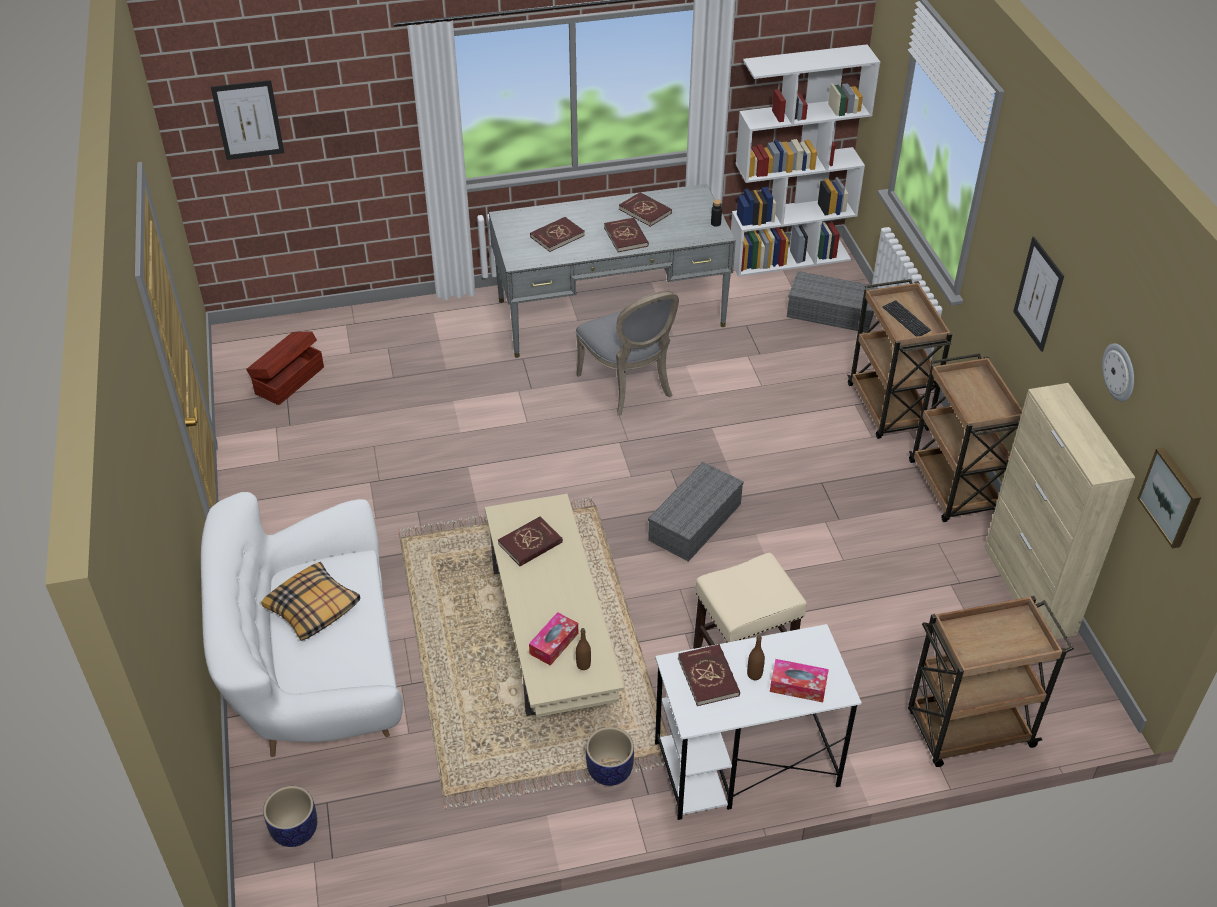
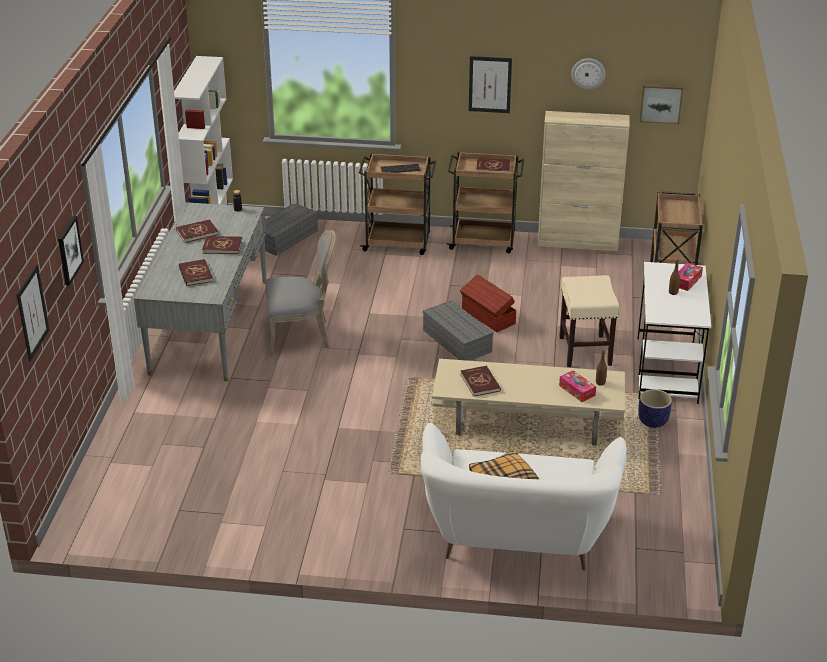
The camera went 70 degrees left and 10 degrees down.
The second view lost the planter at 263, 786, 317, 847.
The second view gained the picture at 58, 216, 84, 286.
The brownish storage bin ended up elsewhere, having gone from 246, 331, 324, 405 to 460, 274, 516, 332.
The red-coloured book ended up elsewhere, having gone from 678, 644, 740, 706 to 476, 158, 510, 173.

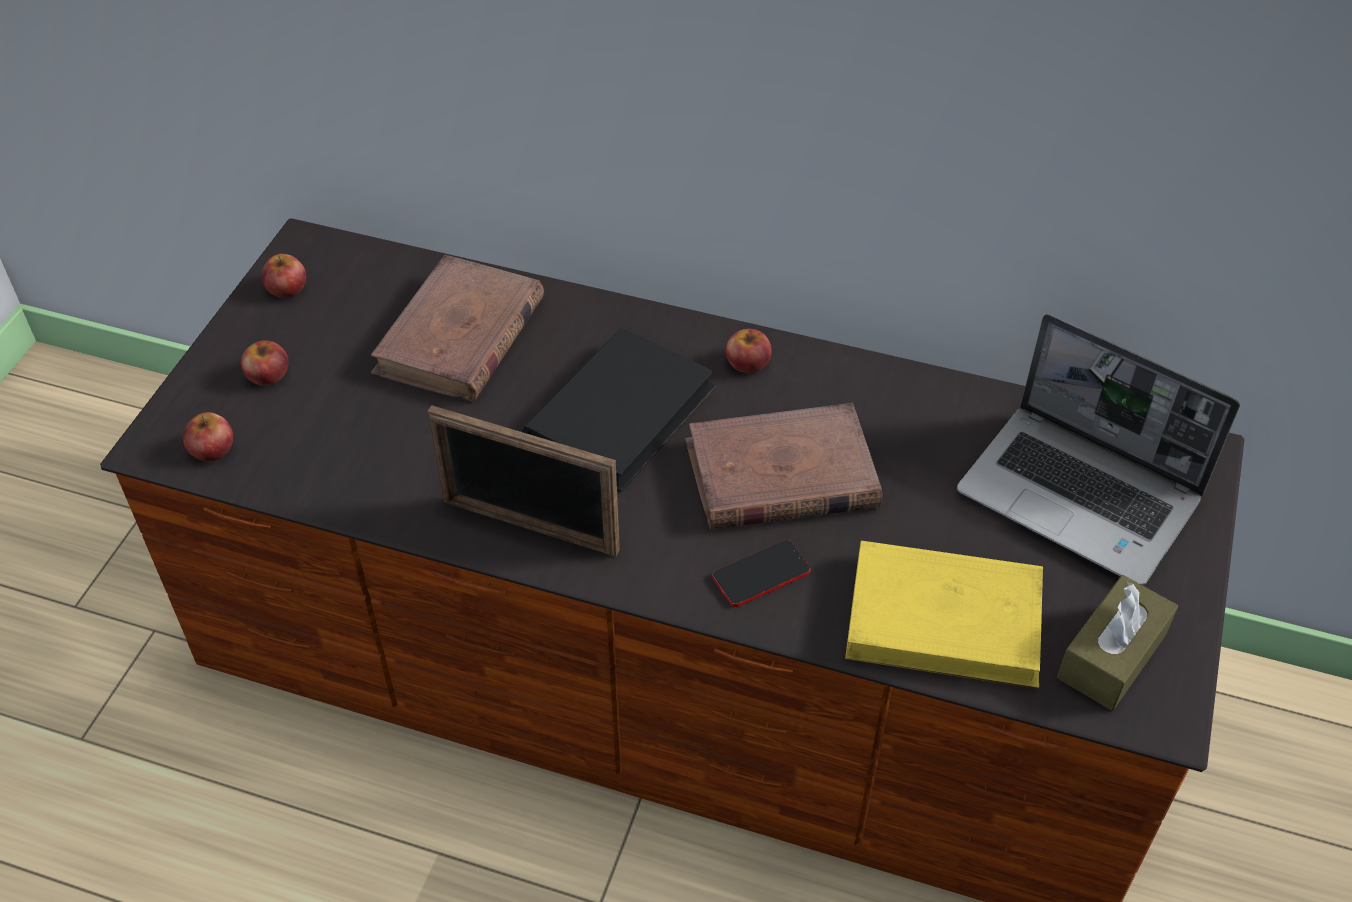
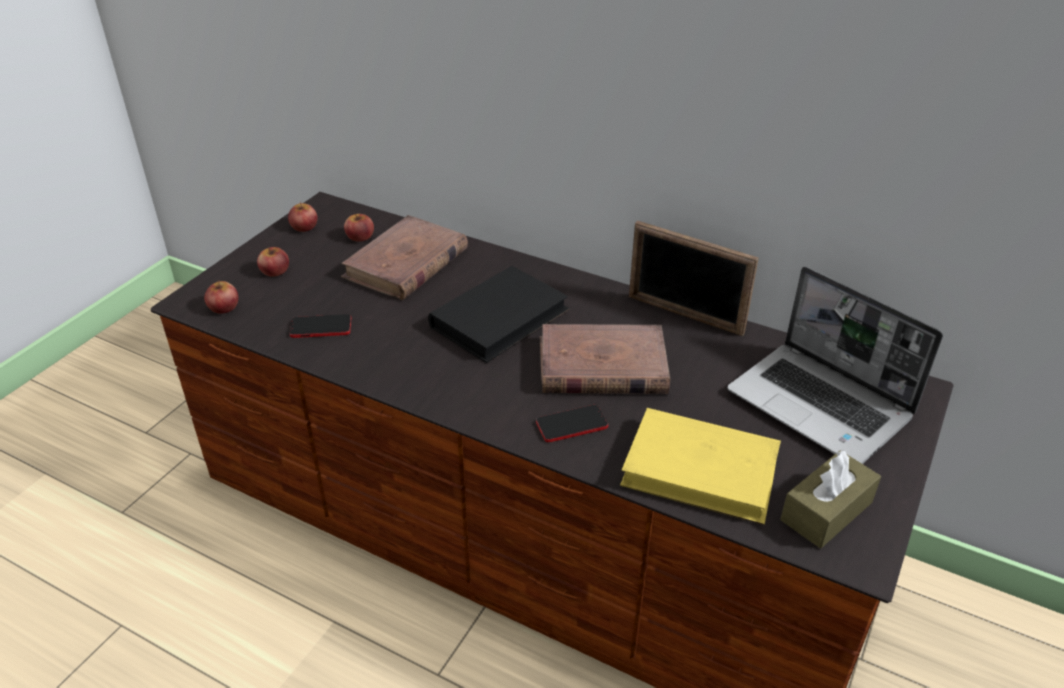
The camera went 10 degrees right and 10 degrees down.
The second view gained the telephone at 290, 314, 352, 338.
The picture frame ended up elsewhere, having gone from 428, 405, 620, 556 to 629, 221, 759, 336.
The apple ended up elsewhere, having gone from 726, 329, 772, 373 to 344, 214, 374, 242.

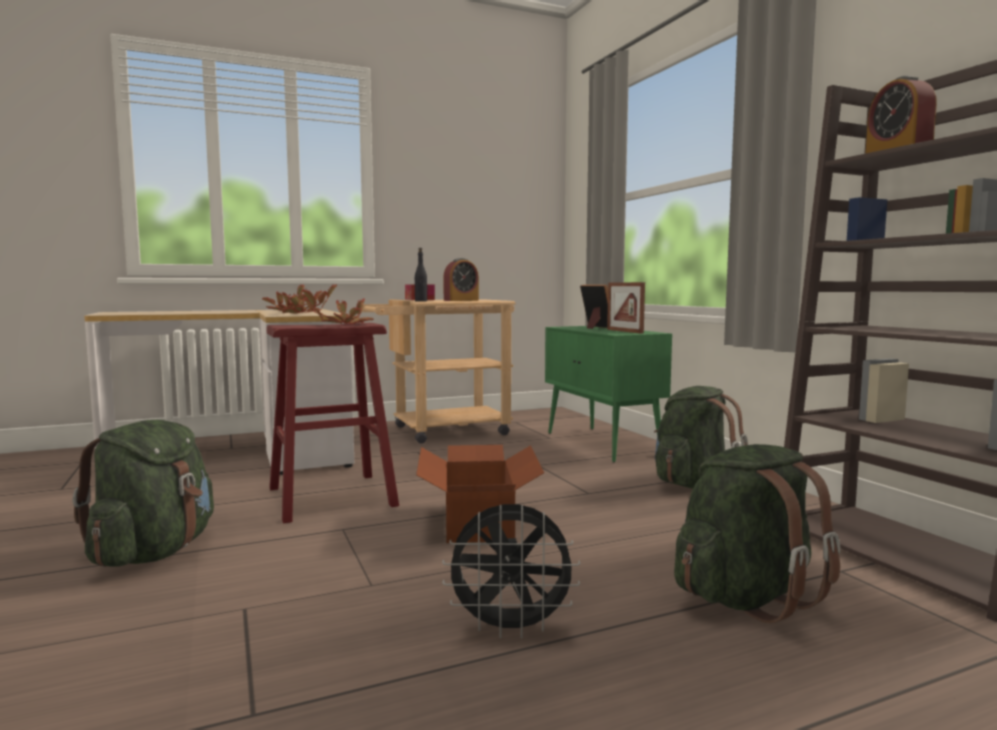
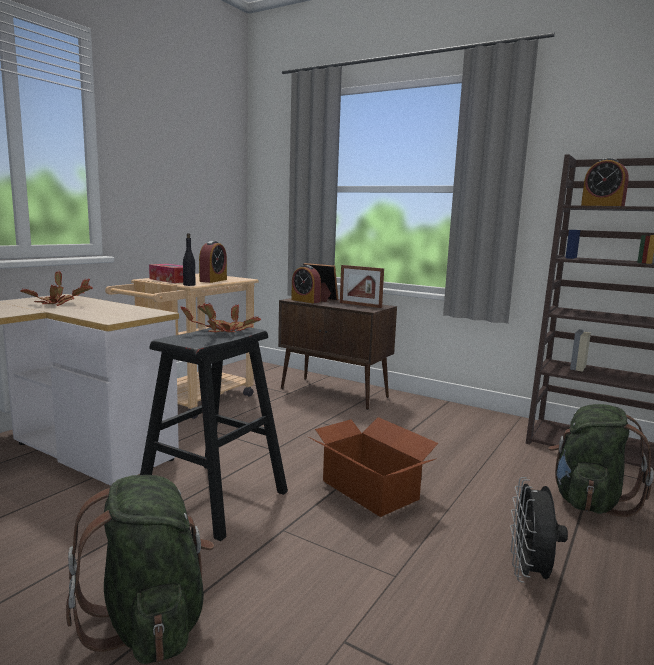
The camera went 35 degrees left and 5 degrees up.
The second view lost the plant in a pot at 278, 284, 337, 314.
The second view lost the green-coloured backpack at 654, 386, 748, 489.
The second view gained the bedside clock at 291, 265, 321, 303.
What was the red-coloured sitting stool at 267, 323, 399, 523 turned into the black sitting stool at 140, 326, 288, 541.
What was the green-coloured storage cabinet at 545, 326, 672, 463 turned into the brownish storage cabinet at 278, 298, 397, 410.
The black cooling fan at 442, 504, 580, 639 ended up facing another way, 135 degrees clockwise from before.

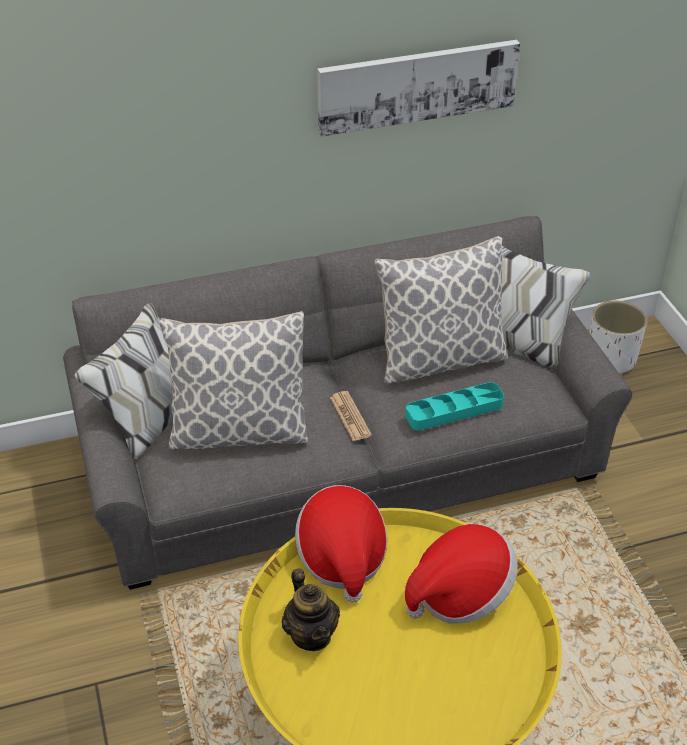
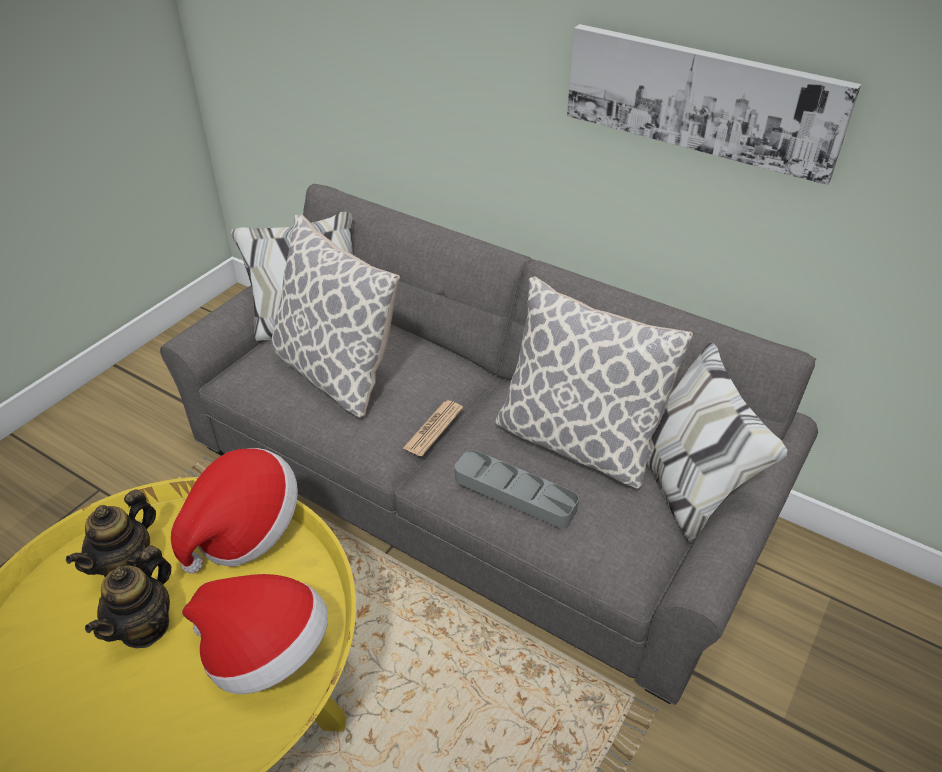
The camera went 50 degrees right and 0 degrees up.
The second view lost the white-coloured planter at 589, 301, 647, 374.
The second view gained the teapot at 85, 545, 171, 648.
What was the turquoise-coloured serving tray at 406, 382, 504, 430 turned into the grey serving tray at 455, 450, 579, 528.

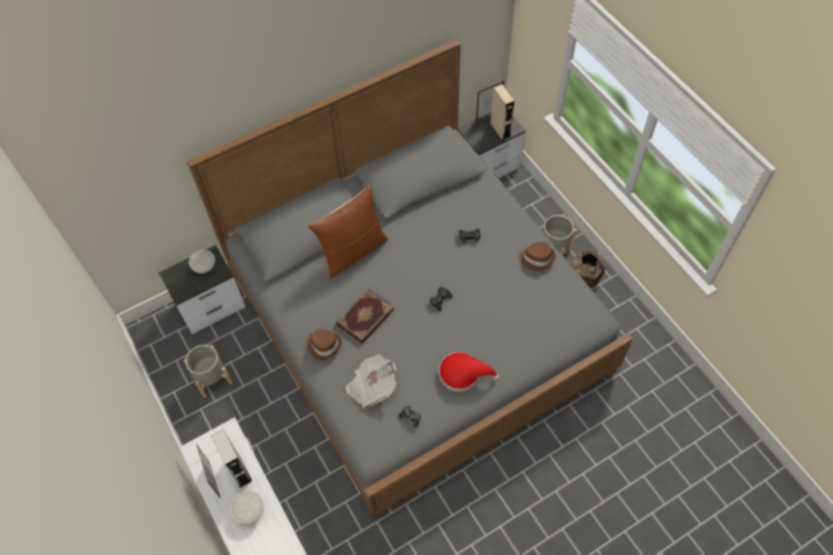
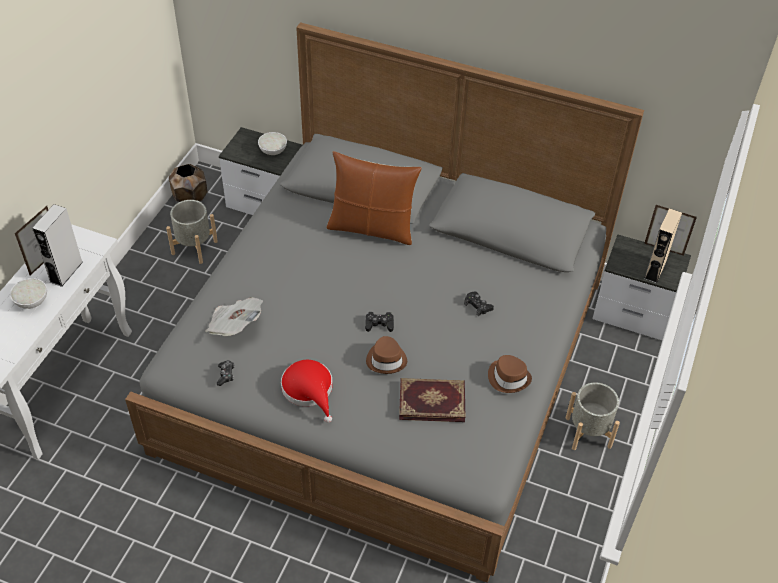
The camera went 50 degrees right and 10 degrees down.
The brownish wearable hat ended up elsewhere, having gone from 307, 330, 342, 360 to 366, 336, 407, 374.
The book ended up elsewhere, having gone from 336, 289, 394, 344 to 399, 378, 466, 422.
The brownish planter ended up elsewhere, having gone from 571, 251, 605, 287 to 169, 164, 208, 202.

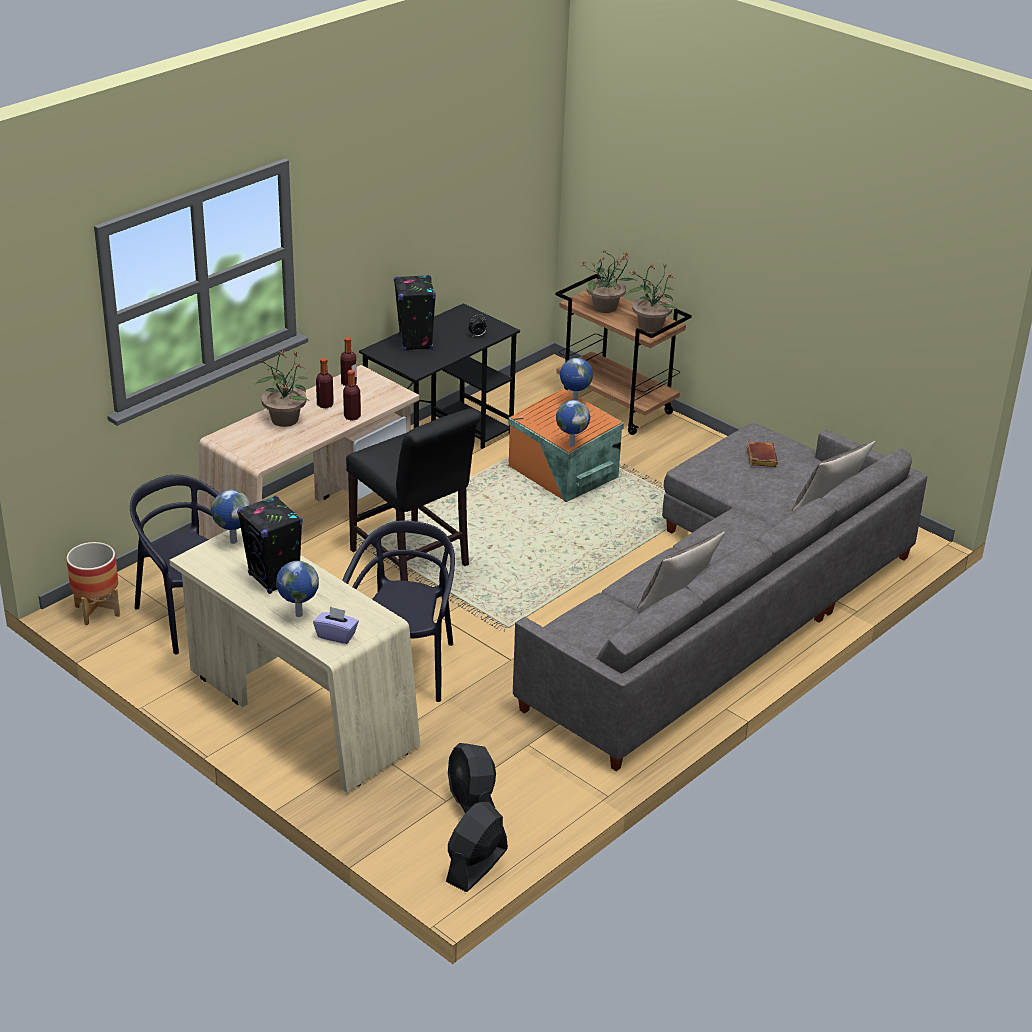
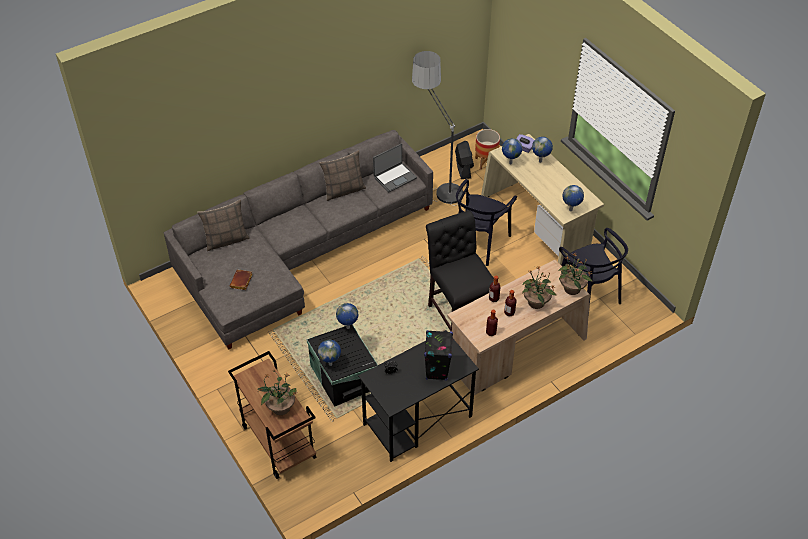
The camera went 165 degrees left and 15 degrees up.
The second view lost the black loudspeaker at 237, 495, 303, 594.
The second view lost the black cooling fan at 446, 802, 508, 892.
The second view gained the notebook computer at 373, 144, 417, 192.
The second view gained the floor lamp at 412, 51, 463, 206.
The second view gained the world globe at 502, 138, 523, 164.
The planter ended up elsewhere, having gone from 66, 542, 120, 625 to 475, 129, 500, 170.
The plant in a pot ended up elsewhere, having gone from 626, 262, 676, 332 to 559, 252, 592, 295.
What was the orange storage bin at 508, 388, 624, 502 turned into the black storage bin at 306, 324, 378, 407.

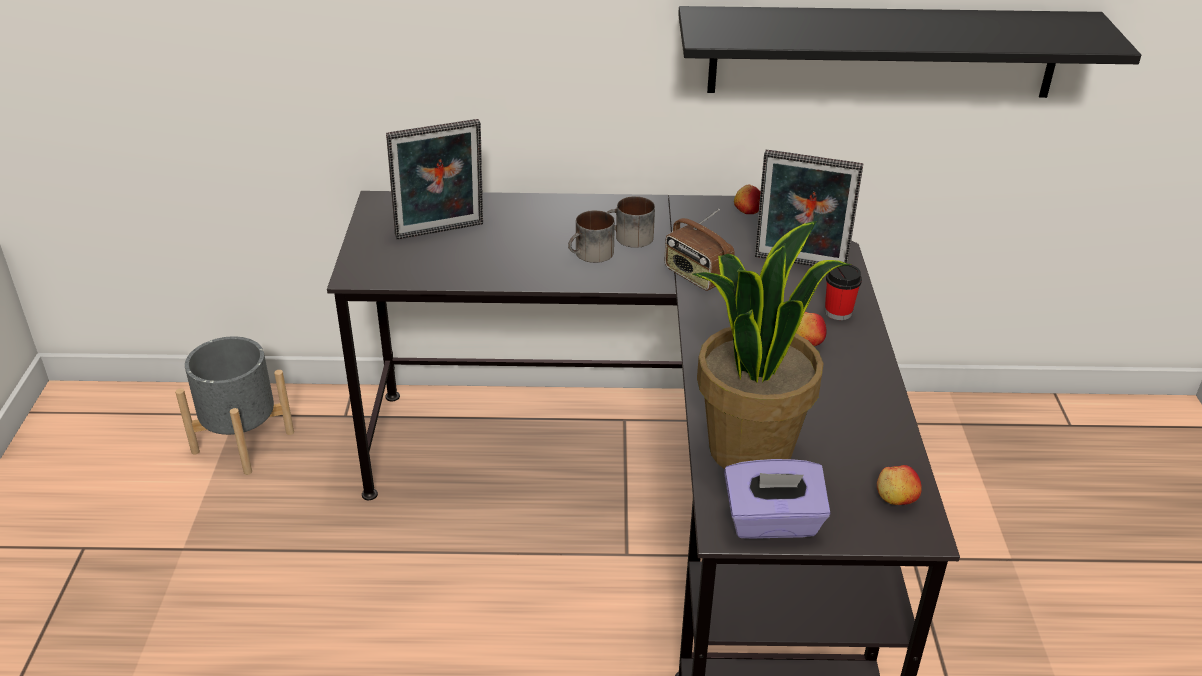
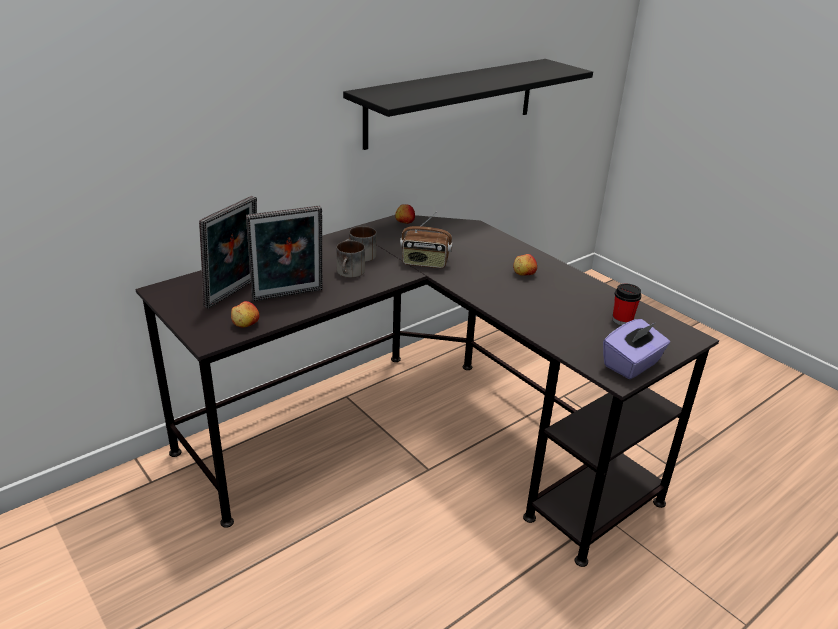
The camera went 40 degrees left and 5 degrees down.
The second view lost the grey planter at 175, 336, 294, 475.
The second view lost the plant in a pot at 693, 221, 852, 469.
The picture frame ended up elsewhere, having gone from 755, 150, 863, 266 to 246, 206, 322, 301.
The small cup ended up elsewhere, having gone from 825, 265, 862, 320 to 613, 283, 642, 325.
The apple ended up elsewhere, having gone from 877, 465, 922, 505 to 231, 301, 259, 327.

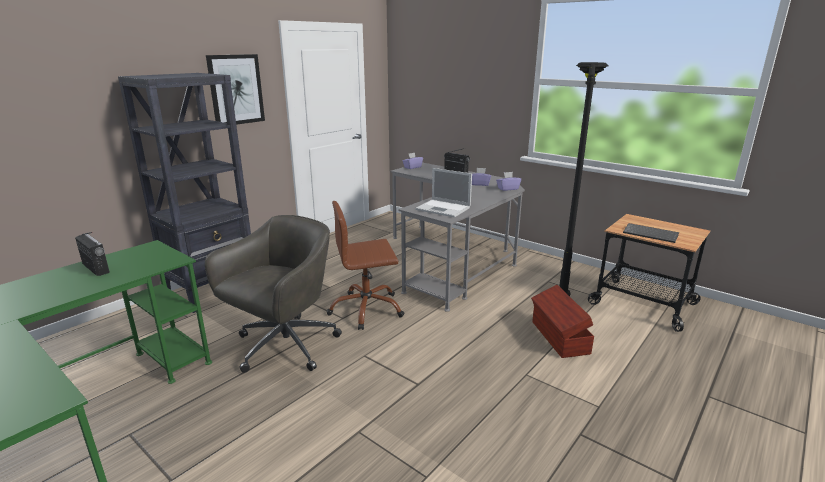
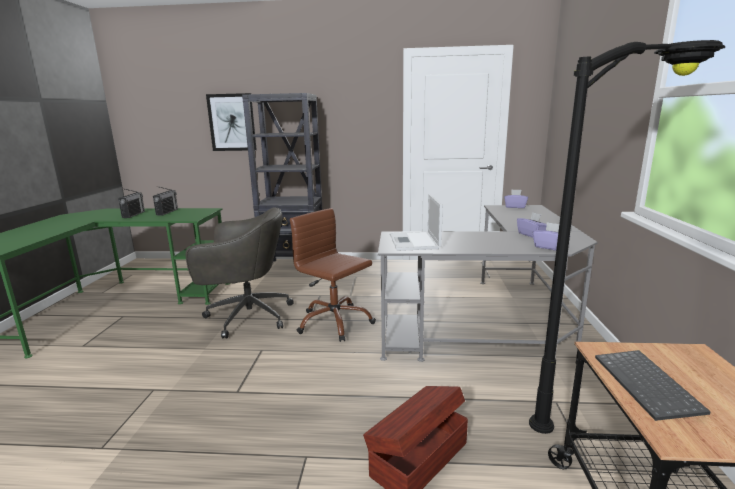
The camera went 55 degrees right and 5 degrees down.
The picture ended up elsewhere, having gone from 206, 54, 265, 125 to 206, 93, 257, 151.
The radio ended up elsewhere, having gone from 444, 148, 470, 173 to 118, 188, 145, 218.

